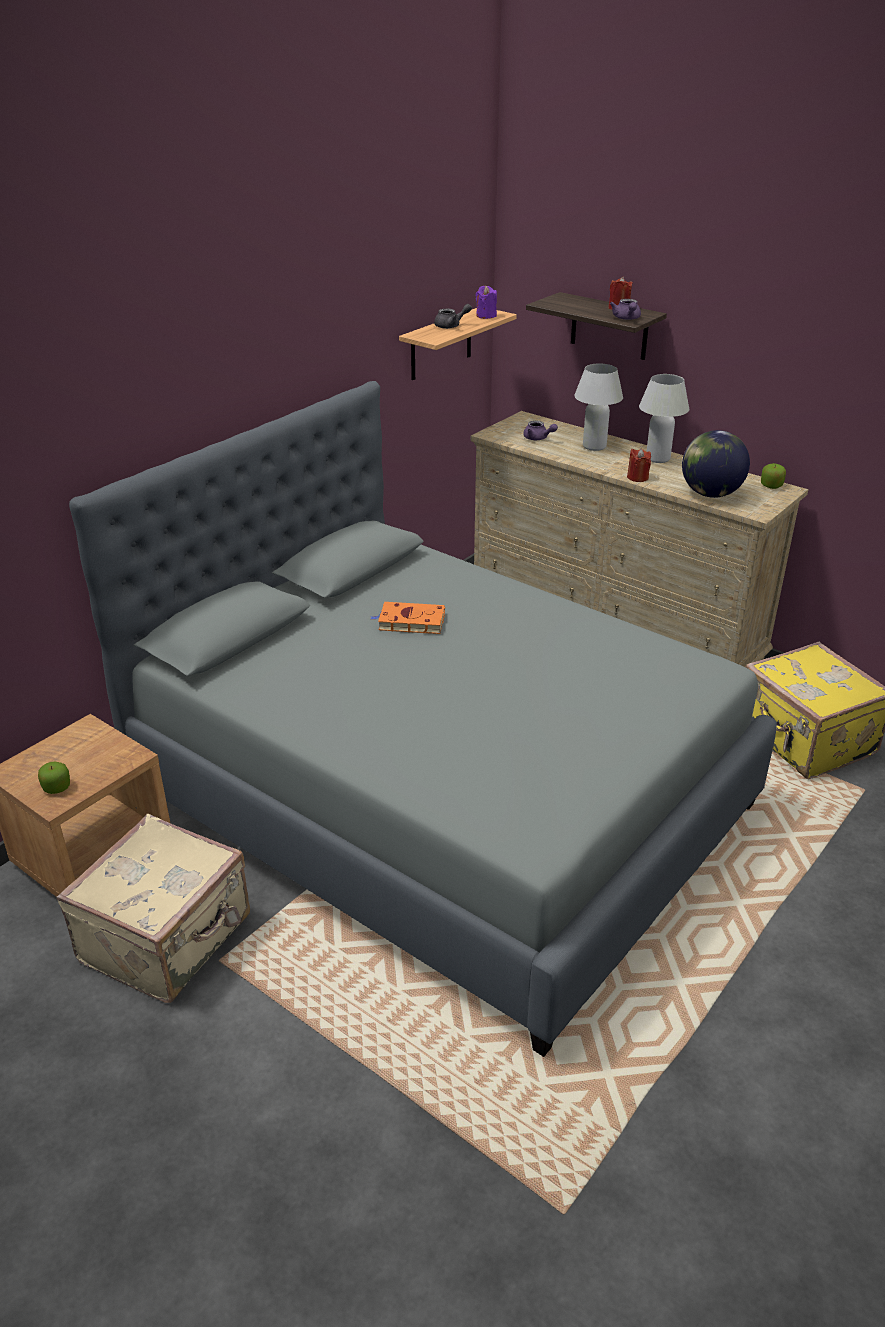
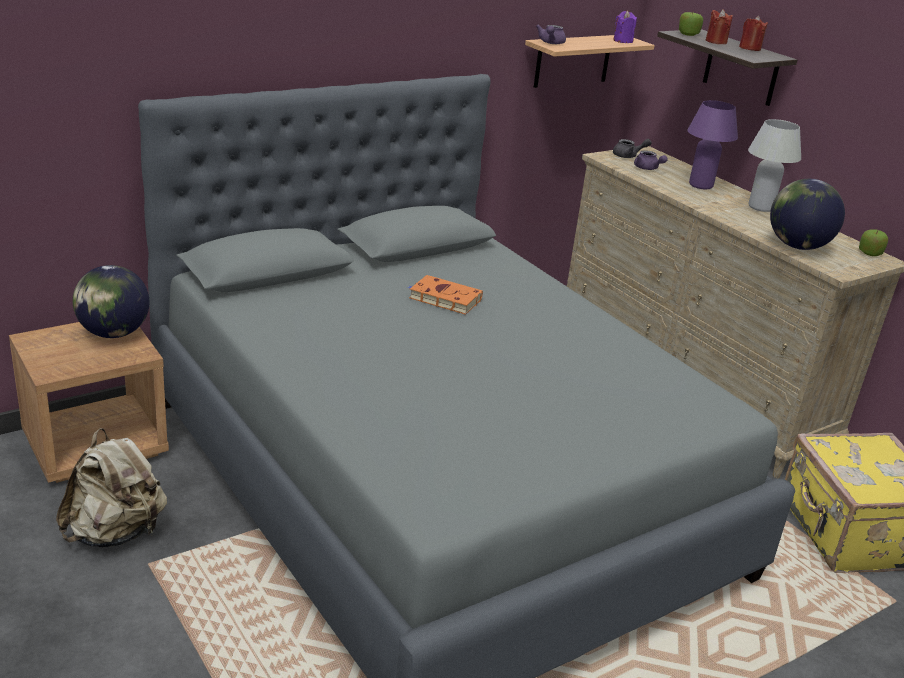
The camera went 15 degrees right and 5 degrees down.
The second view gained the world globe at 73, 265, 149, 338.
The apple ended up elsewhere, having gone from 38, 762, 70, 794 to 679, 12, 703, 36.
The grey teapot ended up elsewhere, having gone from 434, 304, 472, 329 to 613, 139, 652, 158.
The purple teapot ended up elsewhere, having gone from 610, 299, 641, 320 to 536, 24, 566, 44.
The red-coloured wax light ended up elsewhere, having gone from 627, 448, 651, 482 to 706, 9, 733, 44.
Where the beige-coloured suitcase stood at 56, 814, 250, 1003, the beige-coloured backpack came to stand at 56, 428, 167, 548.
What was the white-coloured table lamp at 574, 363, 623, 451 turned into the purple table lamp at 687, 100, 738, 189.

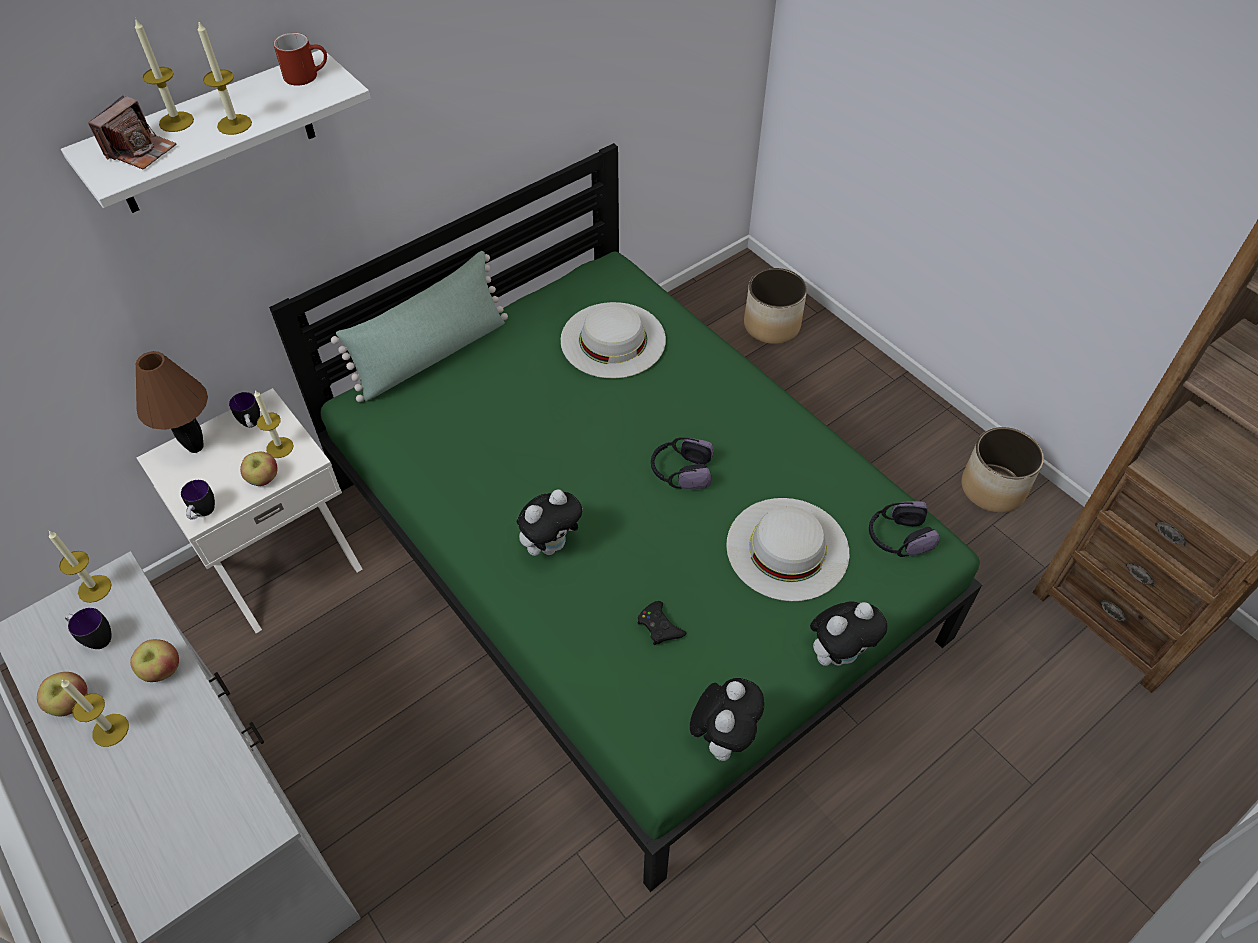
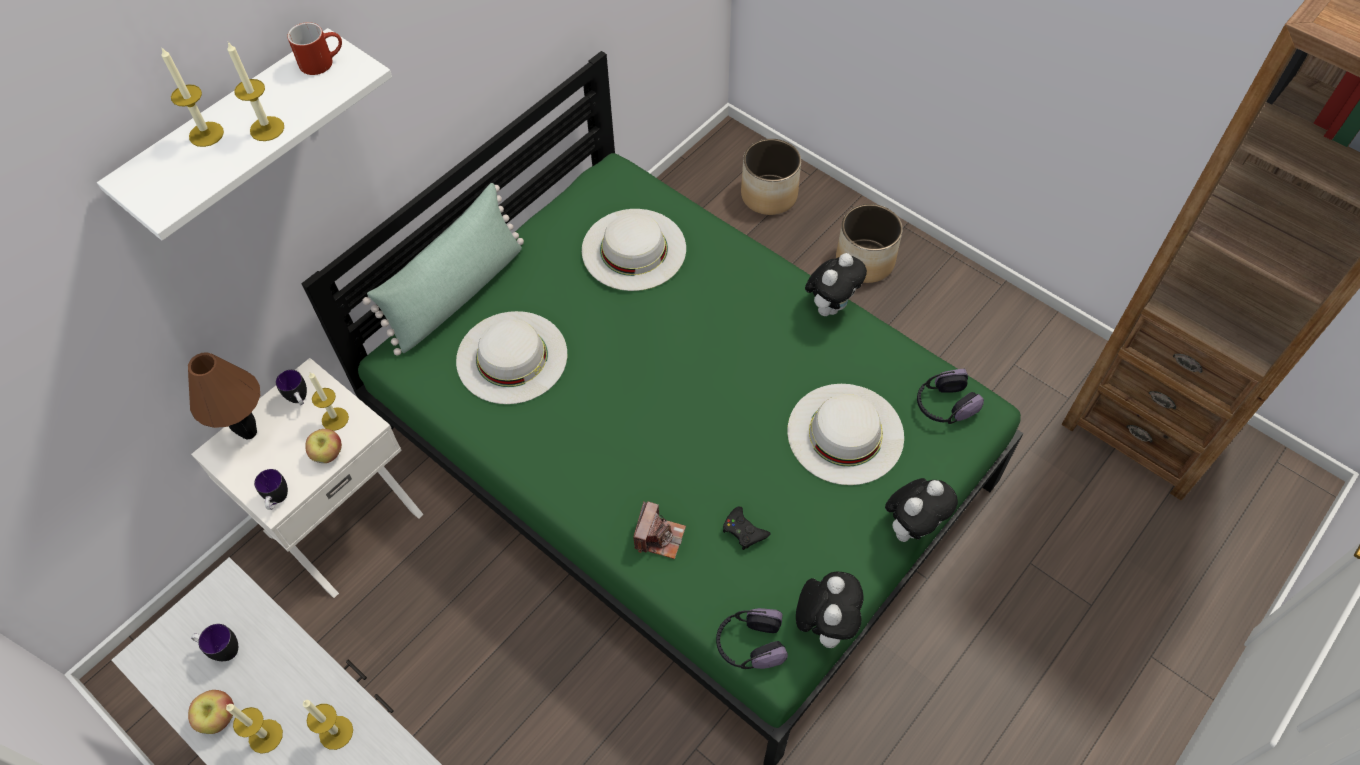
The camera went 10 degrees left and 5 degrees up.
The second view lost the apple at 130, 639, 179, 682.
The second view gained the white-coloured wearable hat at 456, 311, 567, 404.
The wax light ended up elsewhere, having gone from 49, 531, 112, 603 to 303, 700, 353, 750.
The photo camera ended up elsewhere, having gone from 88, 96, 177, 169 to 633, 501, 686, 559.
The cuddly toy ended up elsewhere, having gone from 517, 490, 583, 556 to 805, 253, 867, 316.
The pair of headphones ended up elsewhere, having gone from 651, 437, 714, 489 to 716, 608, 788, 669.
The planter ended up elsewhere, having gone from 961, 427, 1044, 513 to 836, 204, 903, 283.

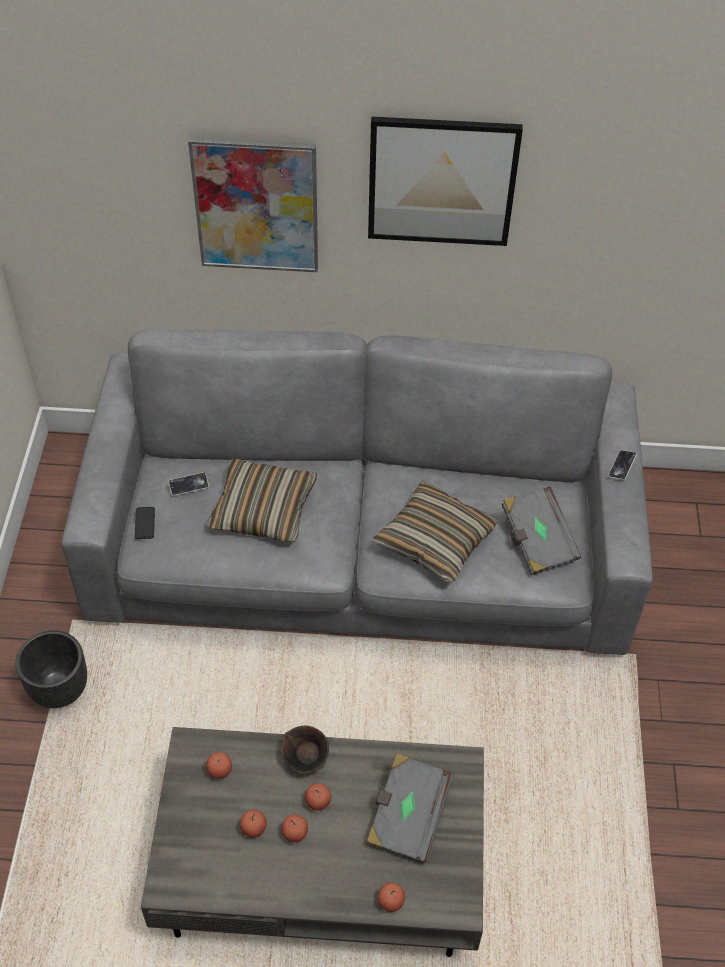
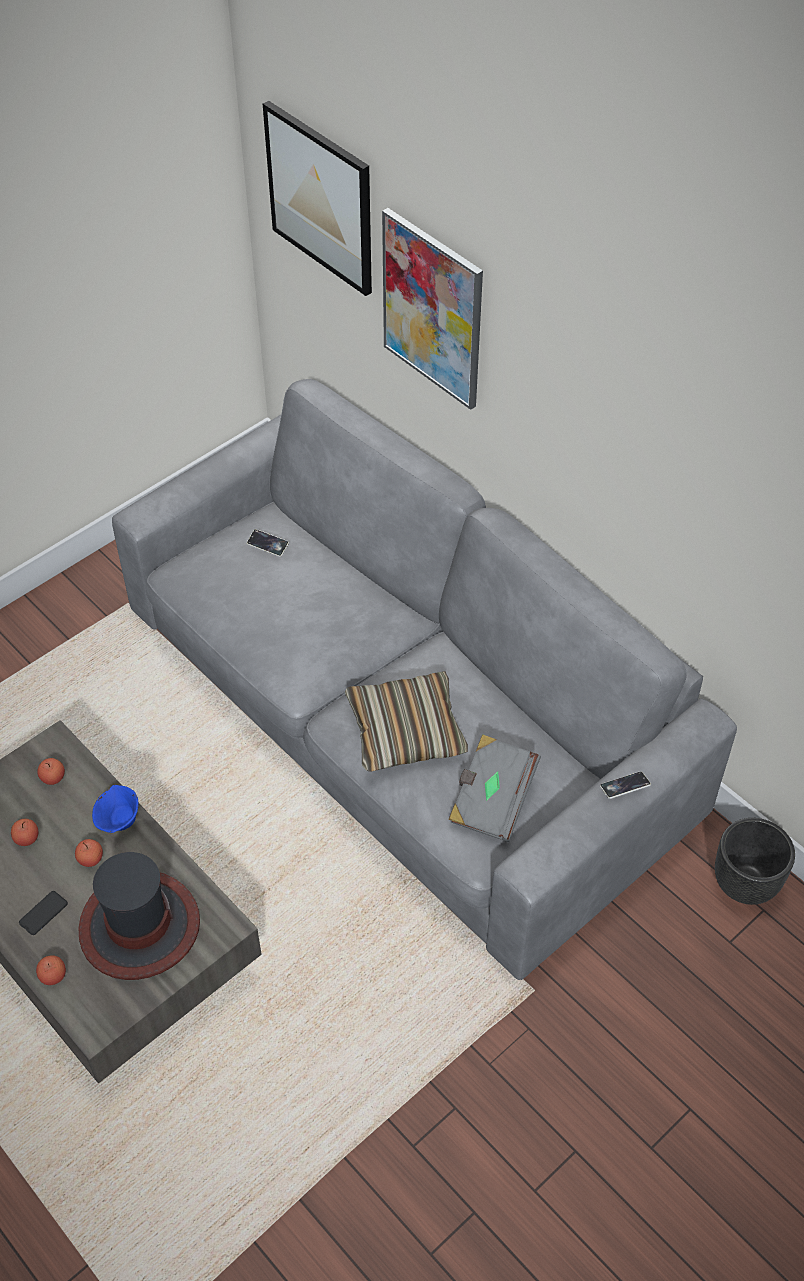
The camera went 45 degrees right and 0 degrees up.
The second view lost the throw pillow at 207, 458, 317, 542.
The second view lost the apple at 281, 815, 308, 842.
The black planter ended up elsewhere, having gone from 15, 630, 87, 708 to 715, 818, 795, 905.
The telephone ended up elsewhere, having gone from 135, 507, 155, 539 to 19, 891, 68, 935.
The picture ended up elsewhere, having gone from 368, 117, 523, 246 to 263, 101, 372, 296.
Where the grey book stood at 366, 753, 454, 863, the wearable hat came to stand at 79, 852, 200, 980.
What was the brownish serving bowl at 281, 726, 329, 774 turned into the bluish serving bowl at 92, 785, 139, 833.

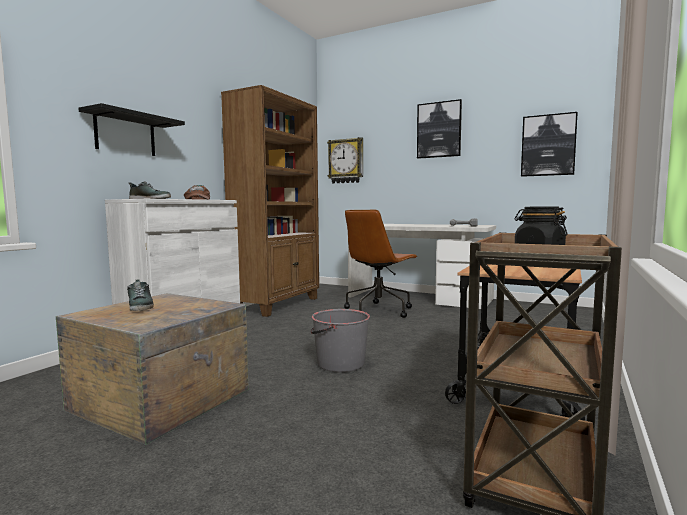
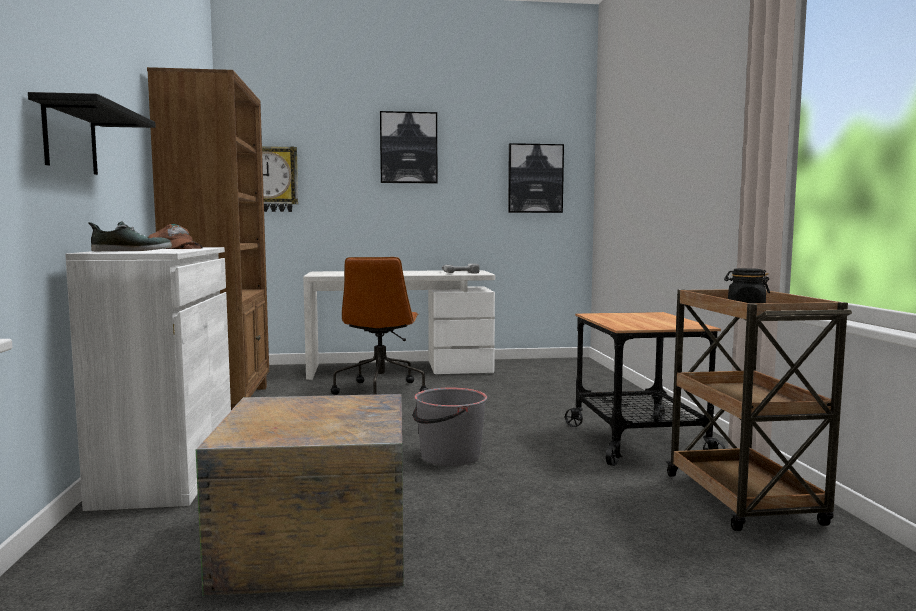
The camera went 35 degrees left and 0 degrees up.
The second view lost the item of footwear at 127, 280, 154, 311.

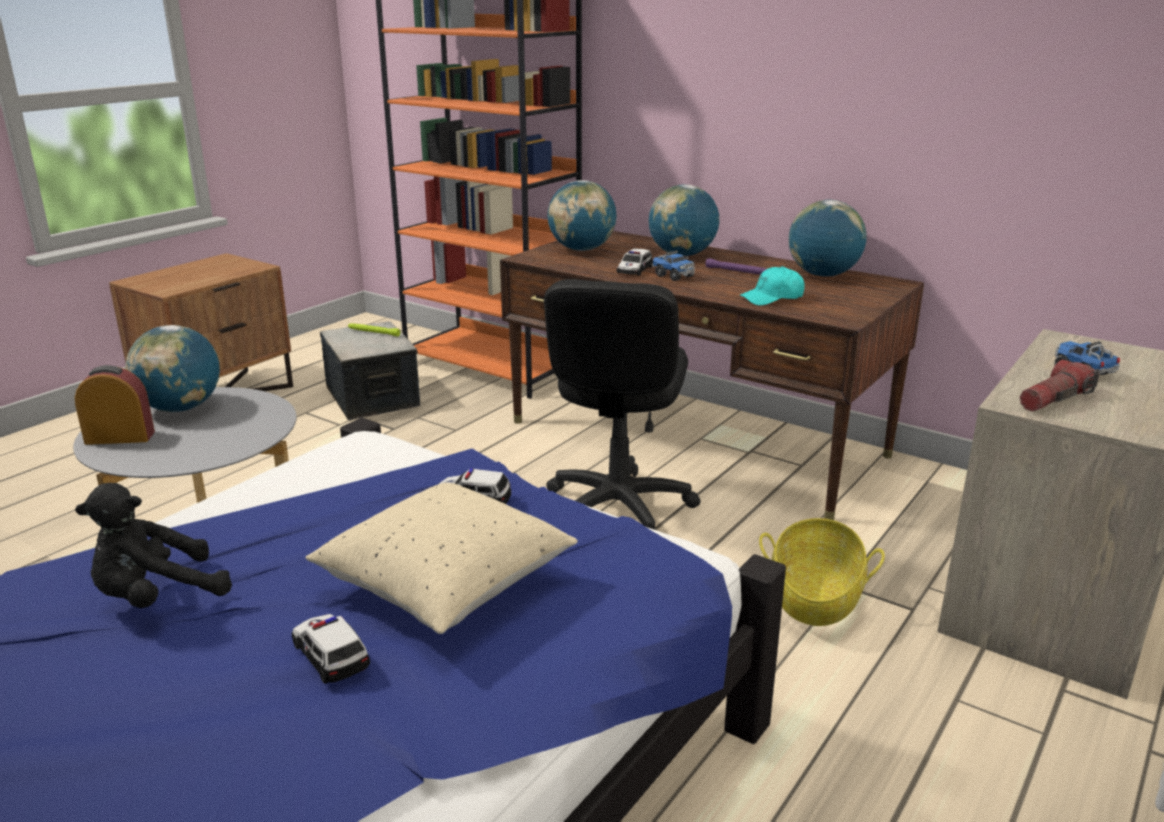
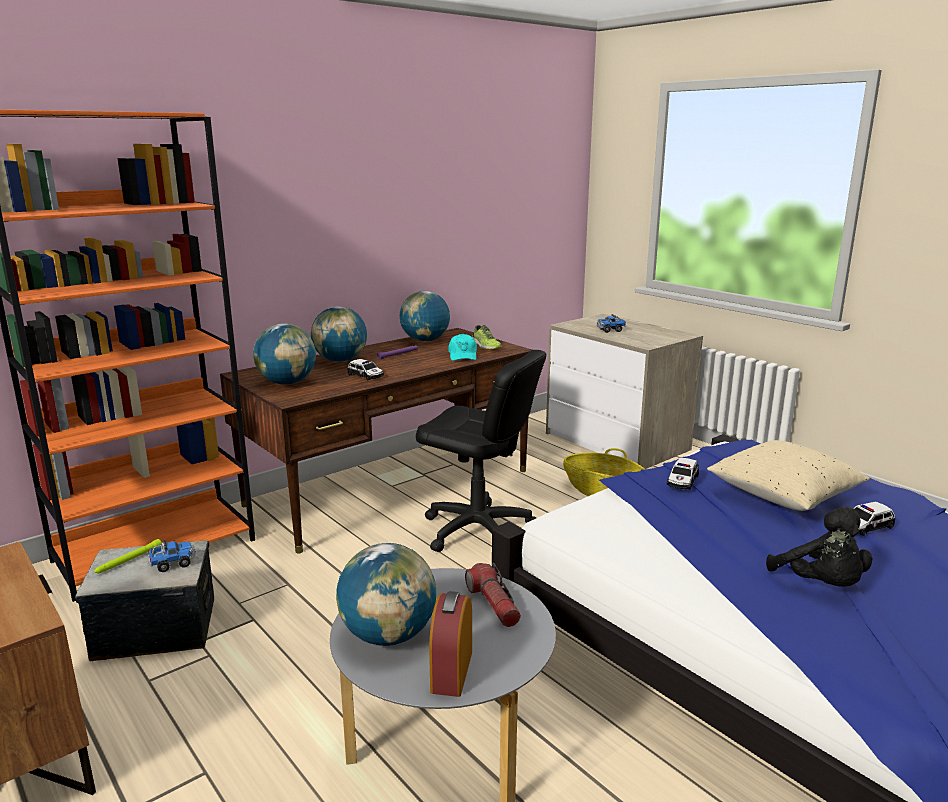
The camera went 75 degrees left and 5 degrees down.
The second view gained the item of footwear at 472, 325, 502, 349.
The toy lorry ended up elsewhere, having gone from 652, 250, 695, 281 to 147, 540, 196, 572.
The hand torch ended up elsewhere, having gone from 1020, 360, 1099, 412 to 465, 562, 521, 627.

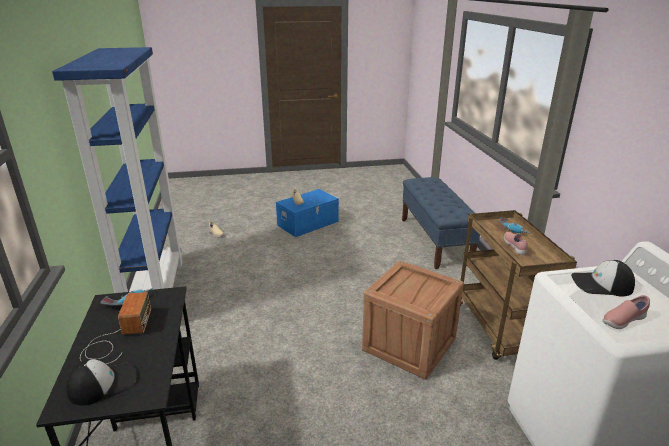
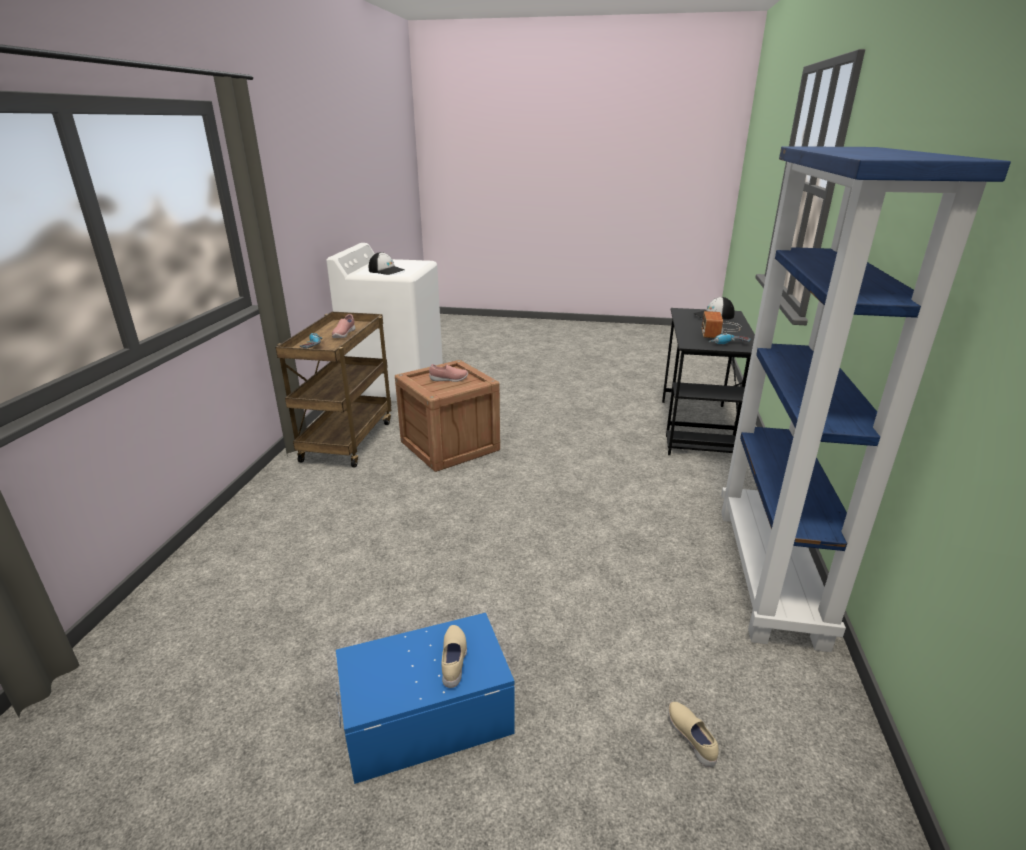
The camera went 160 degrees left and 0 degrees up.
The second view lost the bluish long seat at 402, 177, 480, 269.
The pinkish item of footwear ended up elsewhere, having gone from 602, 295, 650, 329 to 429, 364, 468, 382.

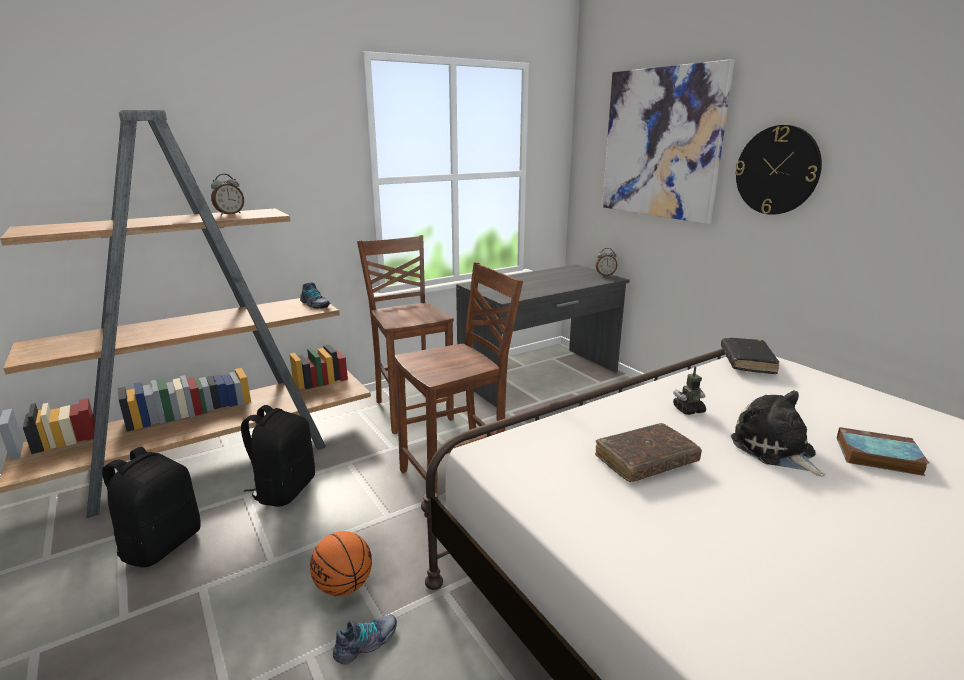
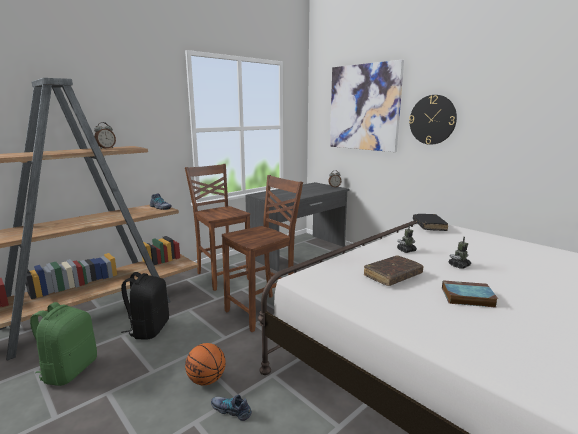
The camera went 10 degrees left and 5 degrees down.
The book ended up elsewhere, having gone from 837, 427, 930, 476 to 442, 280, 498, 308.
Where the cuddly toy stood at 731, 390, 826, 477, the robot figure came to stand at 448, 237, 471, 268.
What was the black backpack at 102, 447, 201, 567 turned into the green-coloured backpack at 30, 302, 97, 386.
The item of footwear at 333, 615, 397, 664 ended up facing another way, 105 degrees counterclockwise from before.

